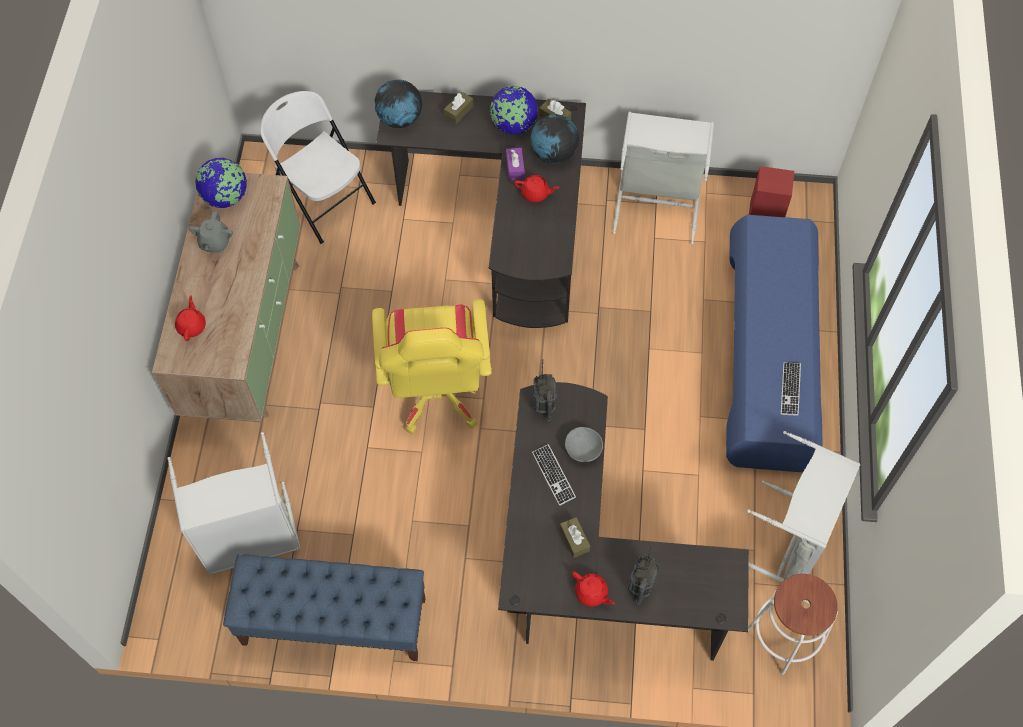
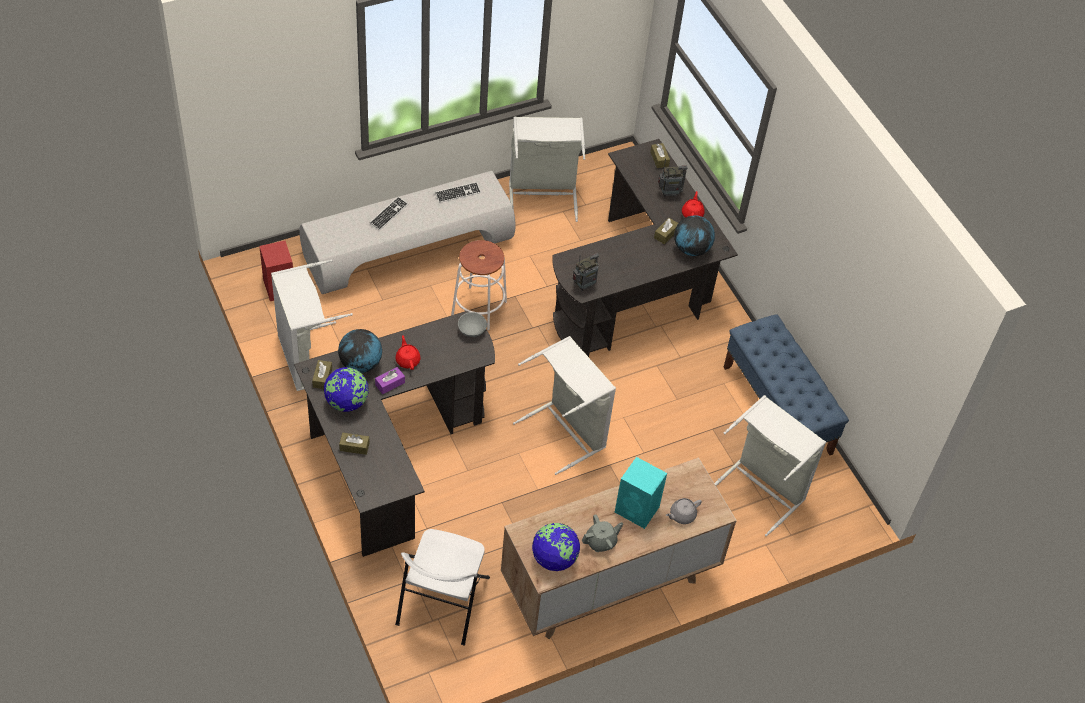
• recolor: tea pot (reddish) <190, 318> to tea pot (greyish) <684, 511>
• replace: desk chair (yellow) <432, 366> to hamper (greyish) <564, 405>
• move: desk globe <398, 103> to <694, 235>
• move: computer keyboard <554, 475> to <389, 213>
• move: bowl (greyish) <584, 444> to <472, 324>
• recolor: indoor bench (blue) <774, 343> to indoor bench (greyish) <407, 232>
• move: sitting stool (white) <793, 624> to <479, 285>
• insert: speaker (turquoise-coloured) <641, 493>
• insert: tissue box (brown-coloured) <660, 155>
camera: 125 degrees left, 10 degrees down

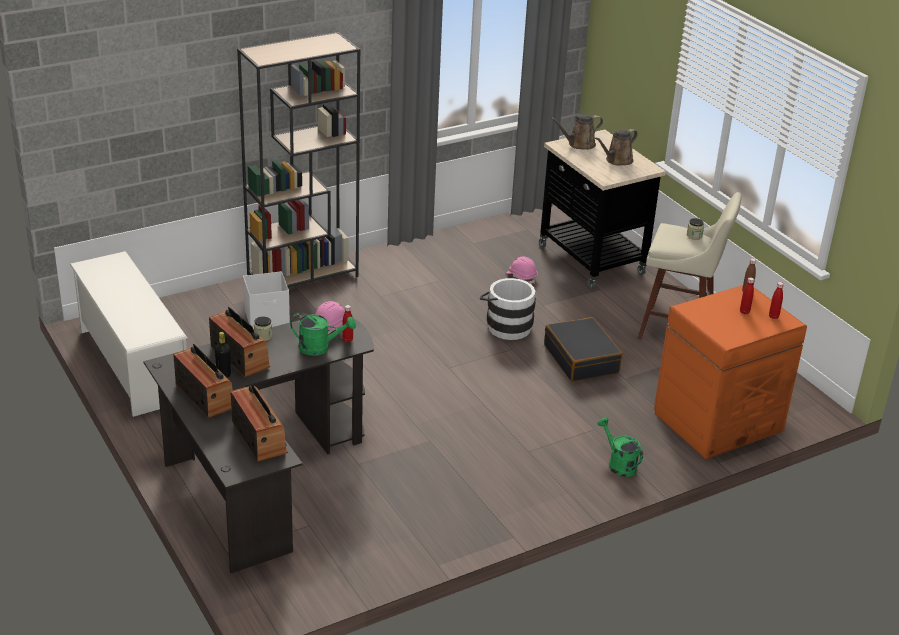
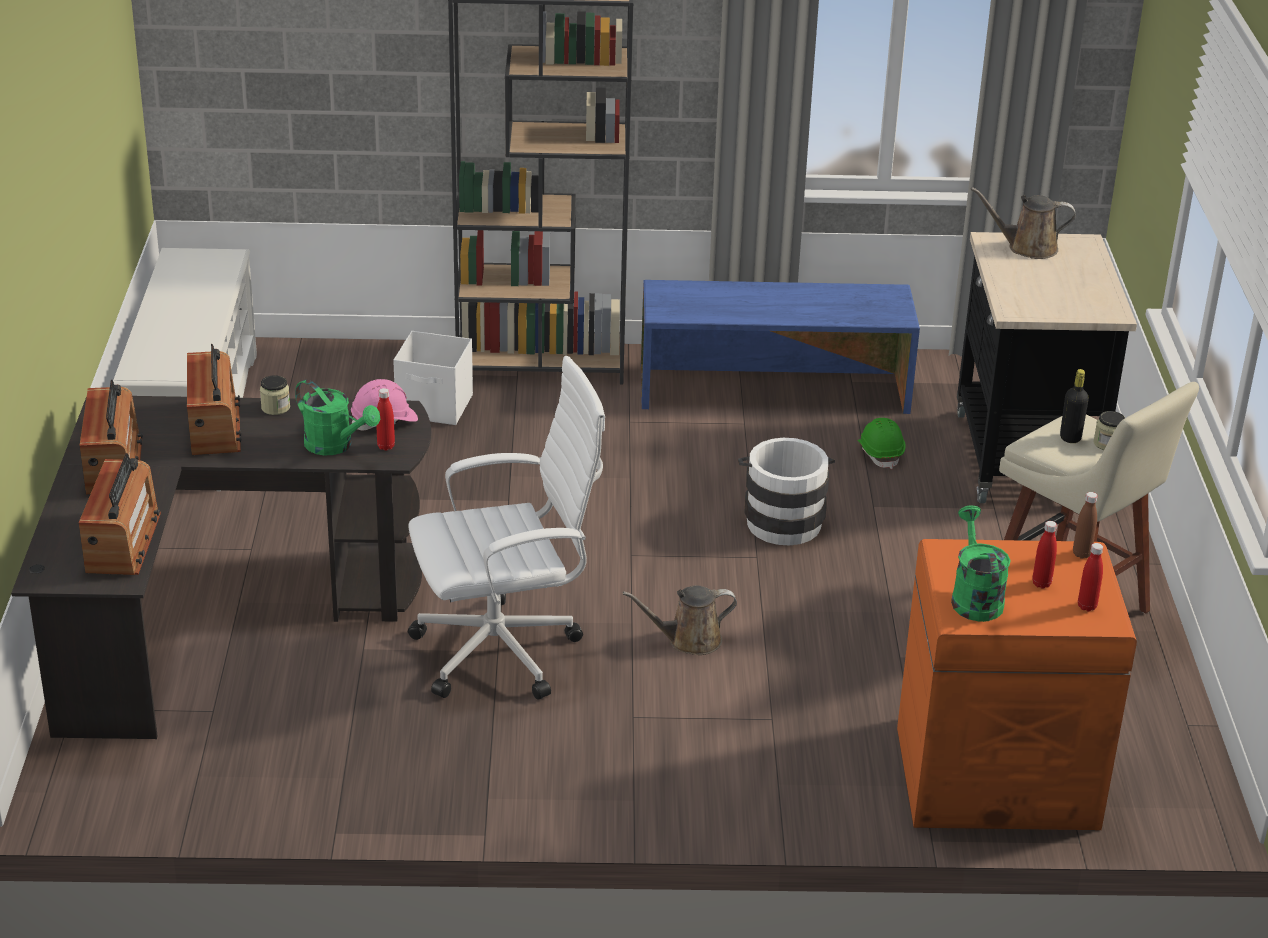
• move: bottle (blackish) <223, 355> to <1074, 406>
• recolor: safety helmet (pinkish) <522, 270> to safety helmet (green) <882, 443>
• delete: travel case (blackish) <583, 349>
• move: watering pot (brown-coloured) <616, 147> to <680, 620>
• move: watering pot (green) <620, 447> to <981, 563>
• insert: desk chair (white) <506, 528>
• insert: indoor bench (blue) <780, 347>
camera: 30 degrees right, 0 degrees up

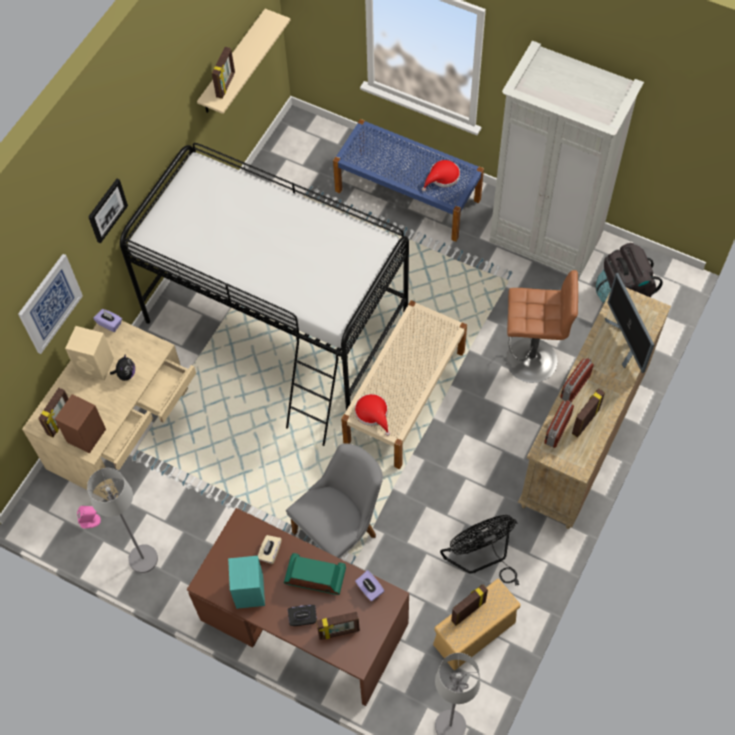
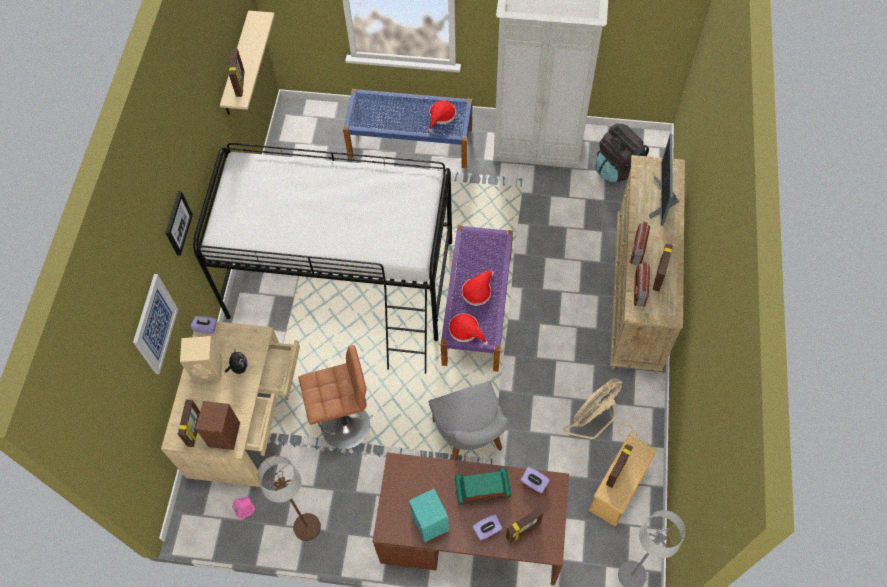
• recolor: floor lamp (greyish) <122, 520> to floor lamp (brown-coloured) <289, 498>
• delete: tissue box (sand-coloured) <270, 549>
• rotate: plain chair (greyish) <334, 500> = <468, 420> 135 degrees clockwise
• recolor: tissue box (blackish) <302, 615> to tissue box (purple) <487, 527>
• recolor: indoor bench (sand-coloured) <404, 384> to indoor bench (purple) <477, 298>
• recolor: electric fan (blackish) <479, 550> to electric fan (sand-coloured) <600, 408>
• move: sitting stool (brown-coloured) <542, 326> to <334, 397>
• rotate: monitor <629, 323> = <664, 180> 45 degrees clockwise
• insert: hat (reddish) <478, 288>
camera: 20 degrees left, 0 degrees up

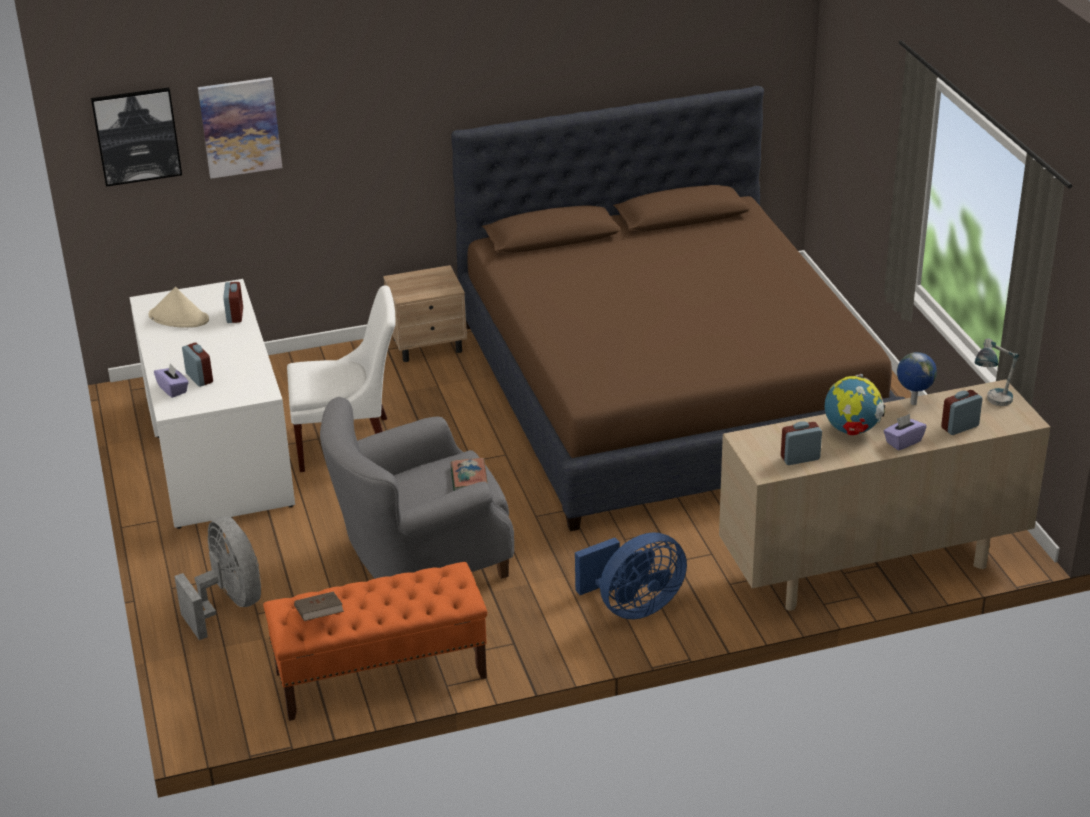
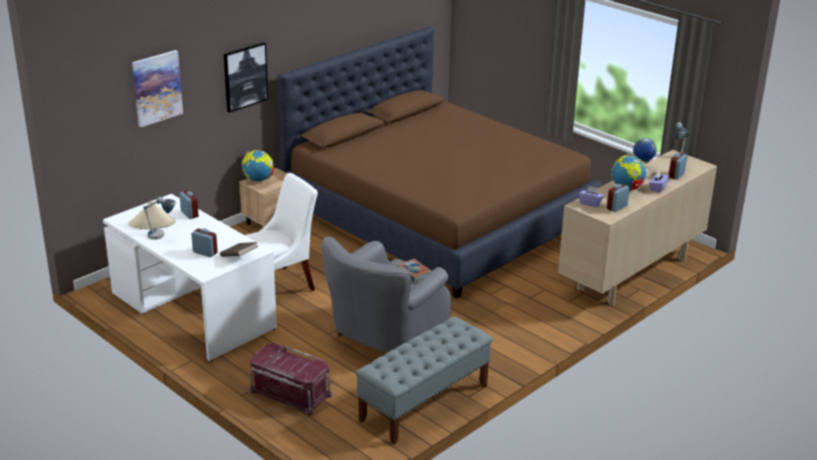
• move: wall art <136, 137> to <246, 77>
• move: tissue box (purple) <171, 380> to <591, 196>
• replace: electric fan (greyish) <217, 578> to storage bin (reddish) <291, 379>
• recolor: indoor bench (orange) <375, 641> to indoor bench (greyish) <424, 380>
• move: volume (brown-coloured) <319, 606> to <239, 249>
• delete: electric fan (blue) <631, 576>
• insert: tabletop lamp <159, 218>
• insert: desk globe <258, 166>
camera: 30 degrees left, 5 degrees down

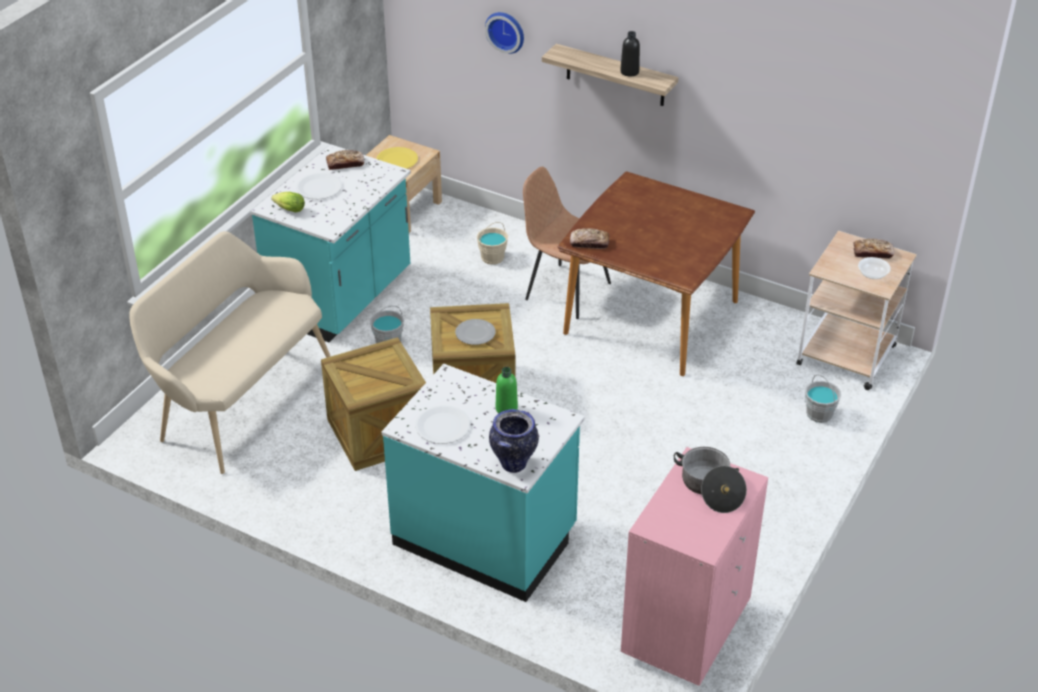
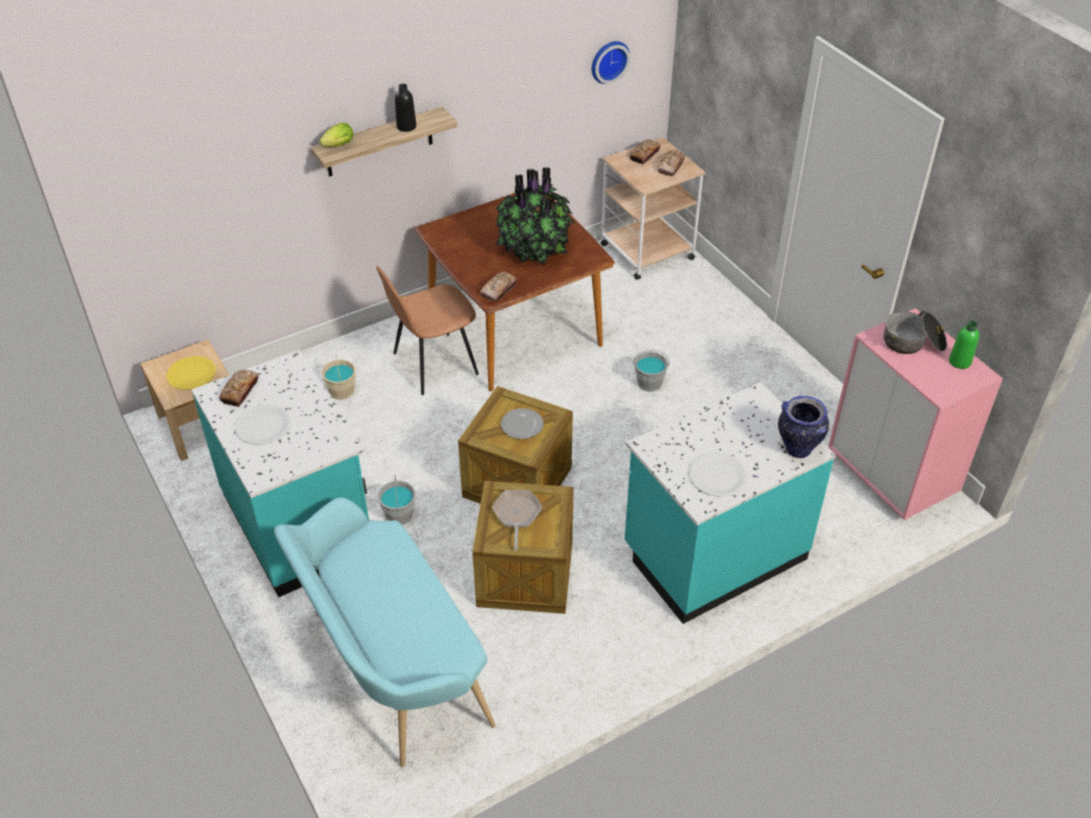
• recolor: indoor bench (sand-coloured) <230, 352> to indoor bench (turquoise-coloured) <385, 632>
• move: lettuce <288, 202> to <336, 135>
• move: hanging clock <504, 33> to <611, 62>
• move: bottle (green) <507, 390> to <964, 345>
• move: pail (greyish) <823, 398> to <651, 371>
• replace: bowl <874, 268> to bread <671, 163>
• insert: skillet <517, 520>
• insert: plant in a pot <536, 216>
camera: 60 degrees left, 5 degrees up

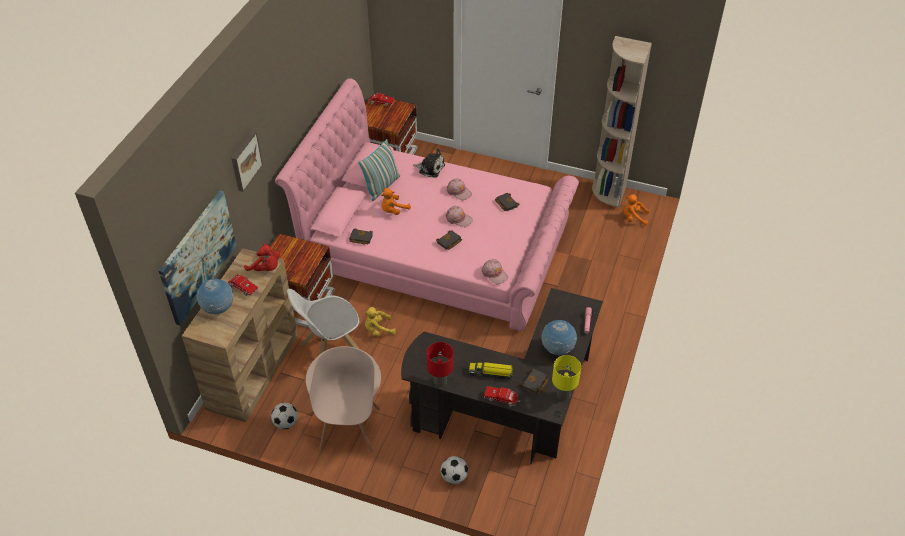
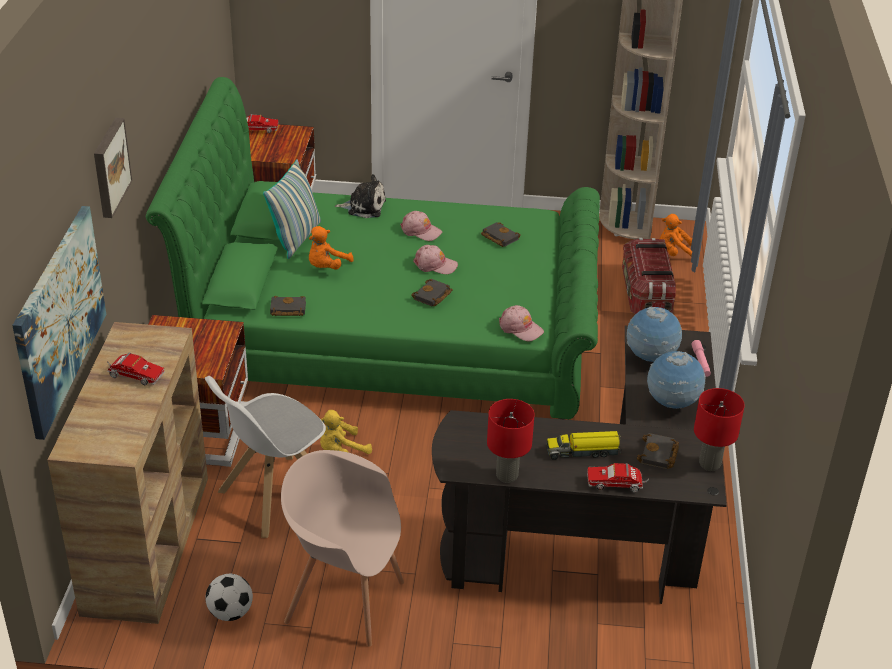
• move: desk globe <215, 296> to <654, 334>
• delete: soft toy (reddish) <262, 257>
• recolor: bedroom bed (pinkish) <427, 204> to bedroom bed (green) <373, 248>
• rotate: plain chair (sand-coloured) <343, 399> = <342, 548> 60 degrees counterclockwise
• delete: football ball <454, 470>
• recolor: tabletop lamp (yellow) <566, 378> to tabletop lamp (reddish) <719, 429>
• insert: storage bin <649, 276>
camera: 15 degrees left, 10 degrees down

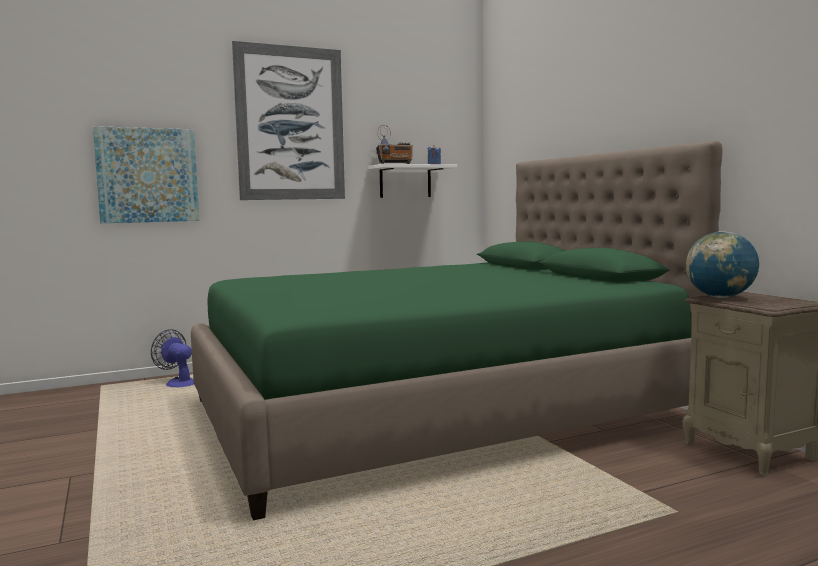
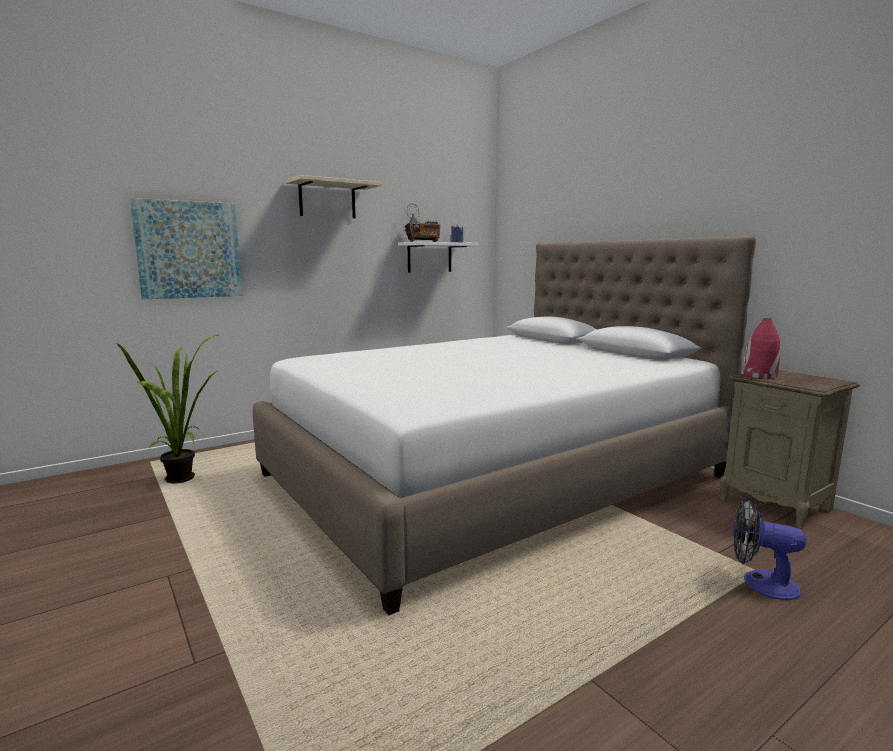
• move: electric fan <172, 358> to <769, 549>
• recolor: bedroom bed (green) <456, 330> to bedroom bed (white) <504, 425>
• replace: wall art <288, 120> to bracket shelf (sand-coloured) <334, 196>
• replace: desk globe <722, 264> to flower vase (reddish) <762, 348>
• insert: plant in a pot <168, 408>
camera: 10 degrees left, 5 degrees up

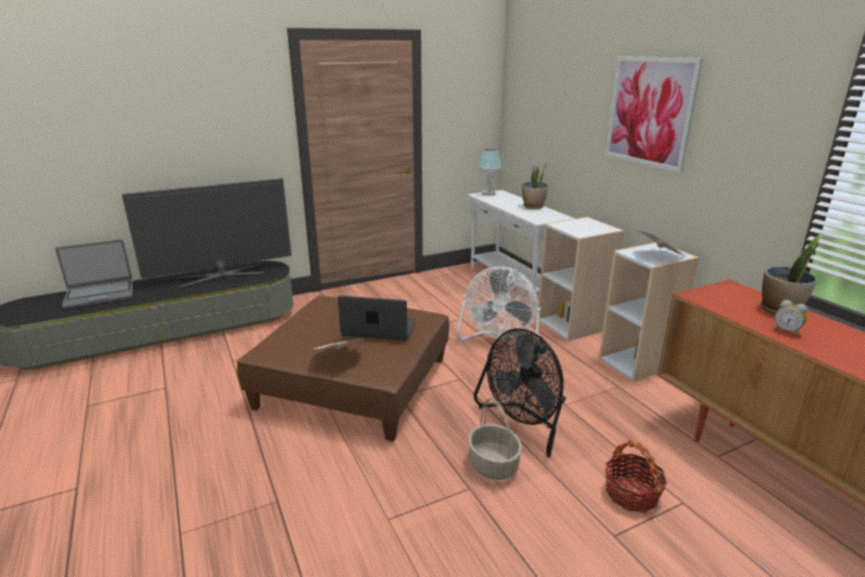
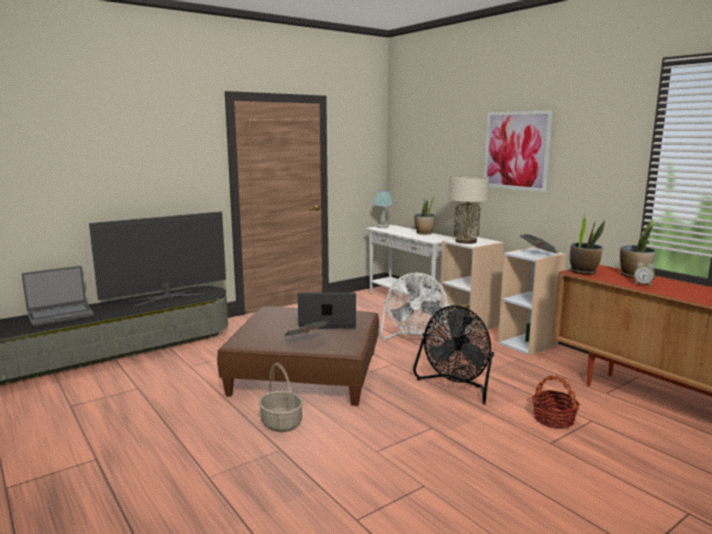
• move: household basket <495, 439> to <281, 397>
• insert: tabletop lamp <468, 210>
• insert: plant in a pot <587, 245>
camera: 10 degrees left, 10 degrees down

